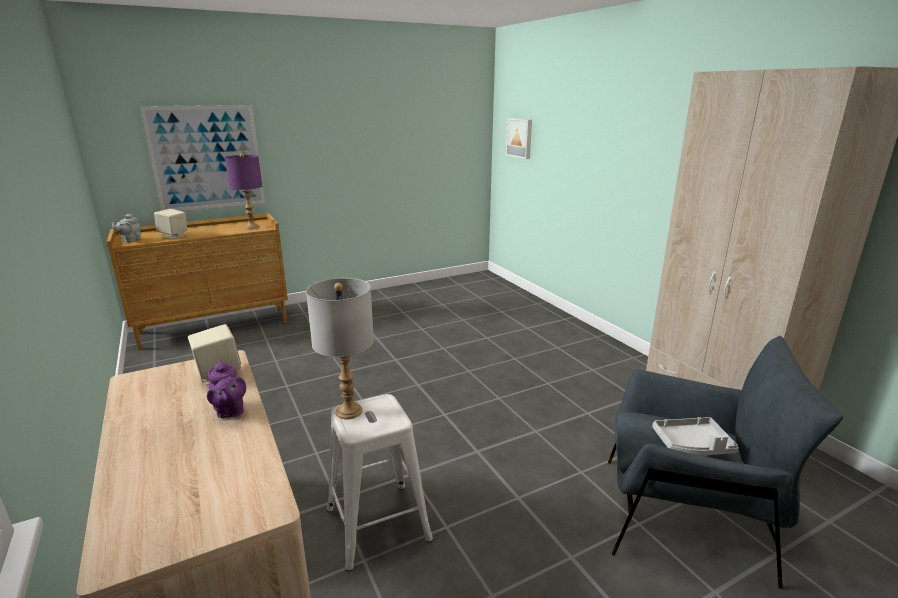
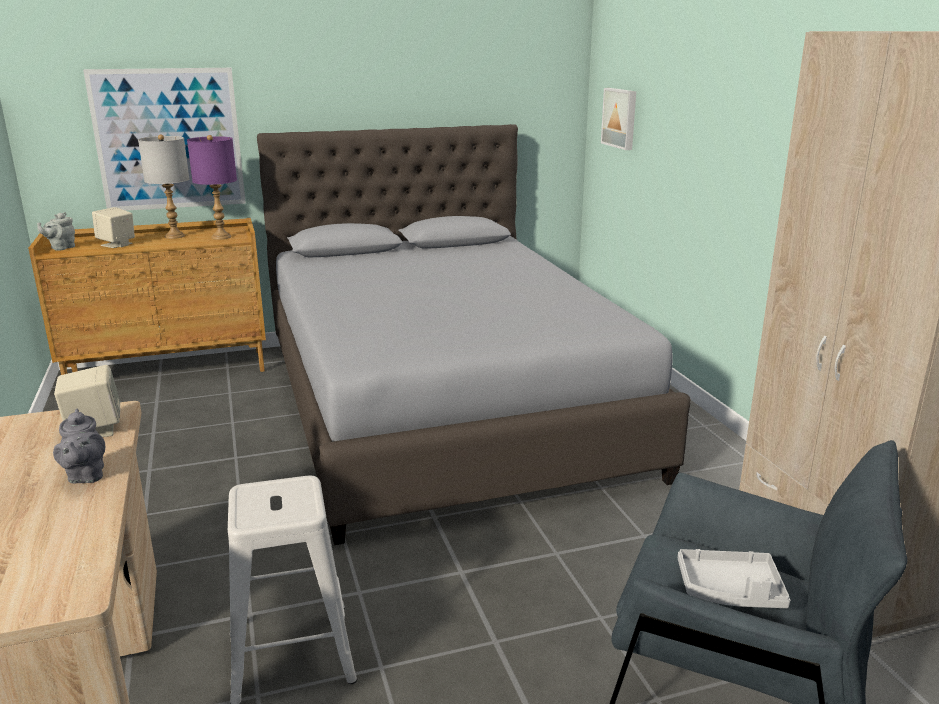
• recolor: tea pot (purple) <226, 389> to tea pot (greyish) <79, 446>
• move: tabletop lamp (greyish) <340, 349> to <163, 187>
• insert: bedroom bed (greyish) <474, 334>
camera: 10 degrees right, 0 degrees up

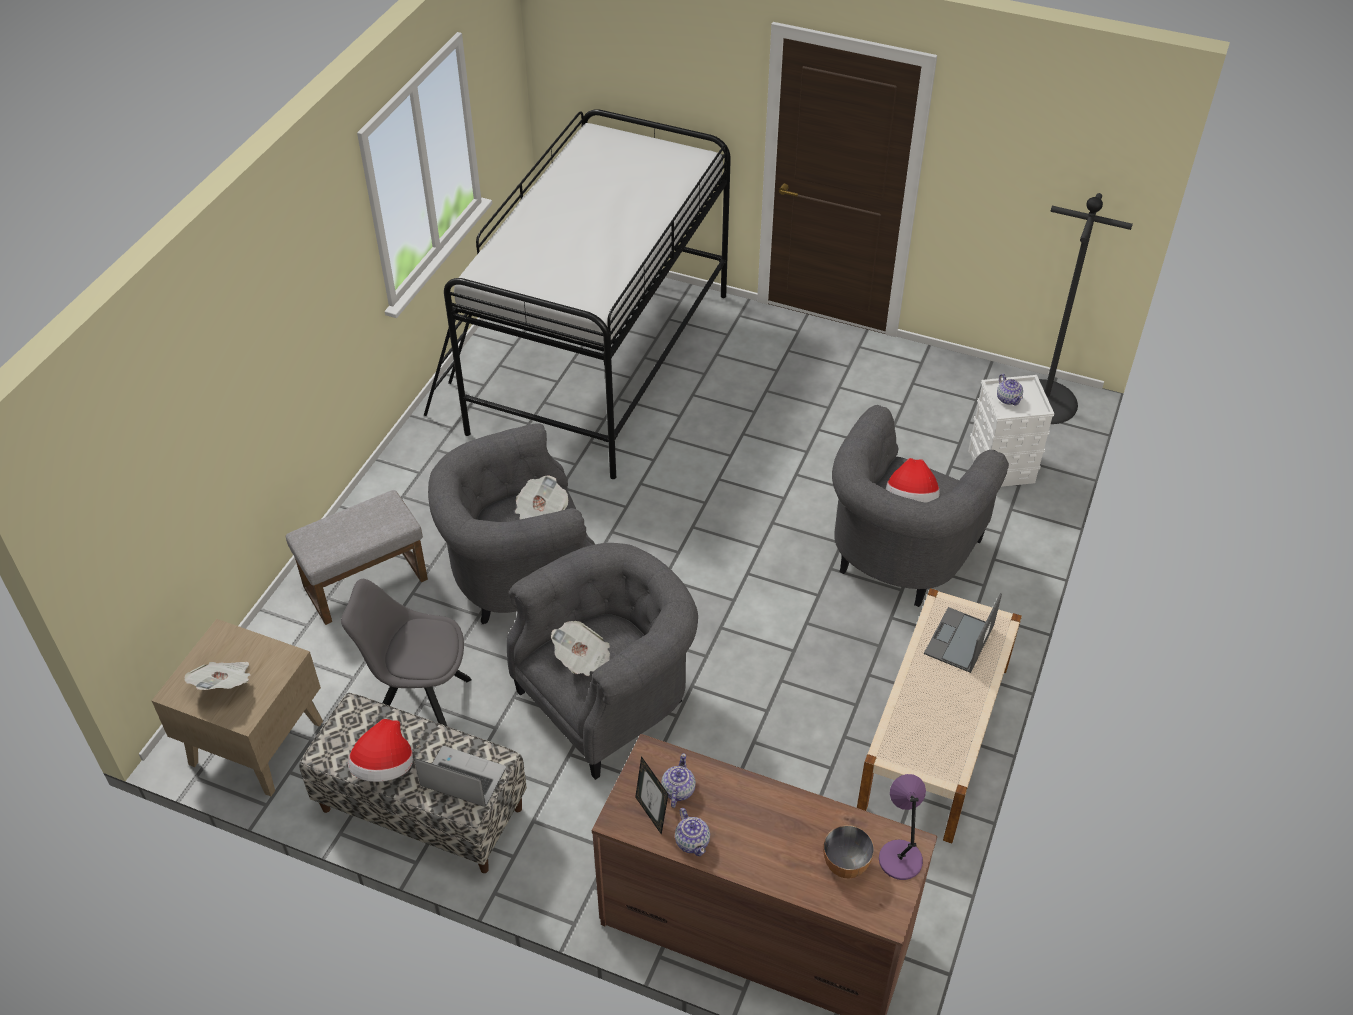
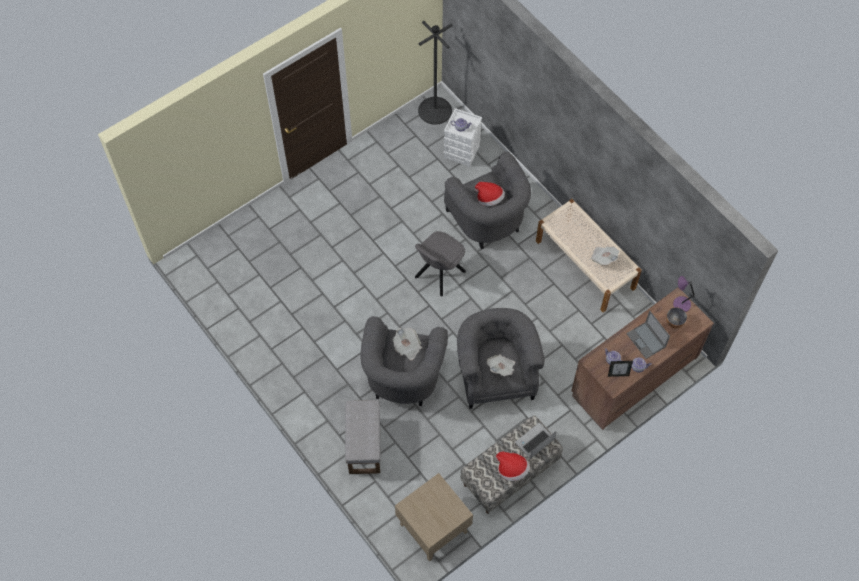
• move: newspaper <218, 676> to <605, 255>
• move: plain chair (greyish) <406, 653> to <440, 263>
• delete: bedroom bed (blackish) <577, 294>
• move: portable computer <963, 633> to <648, 335>
camera: 60 degrees left, 15 degrees up

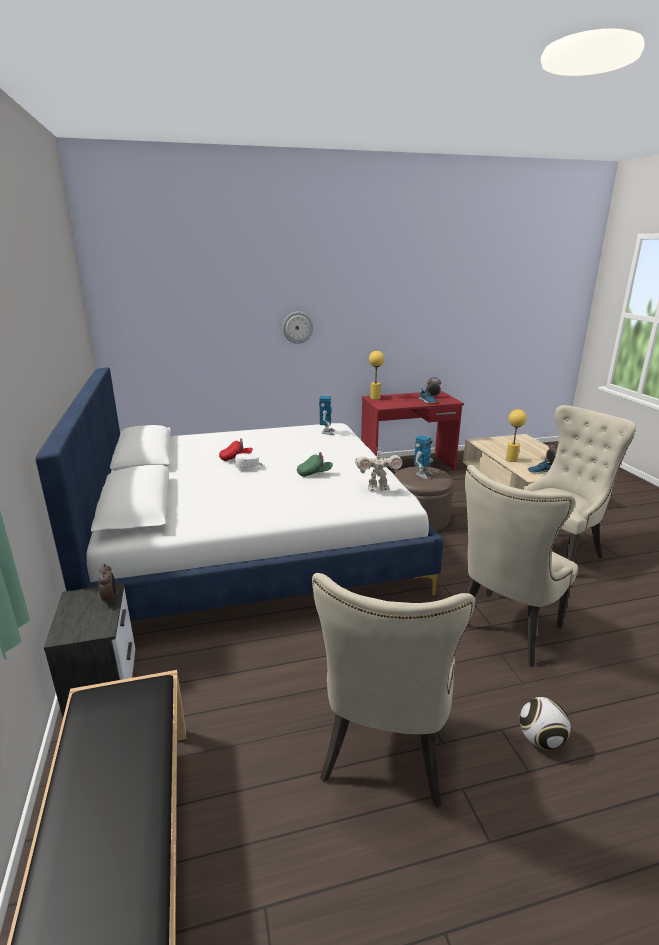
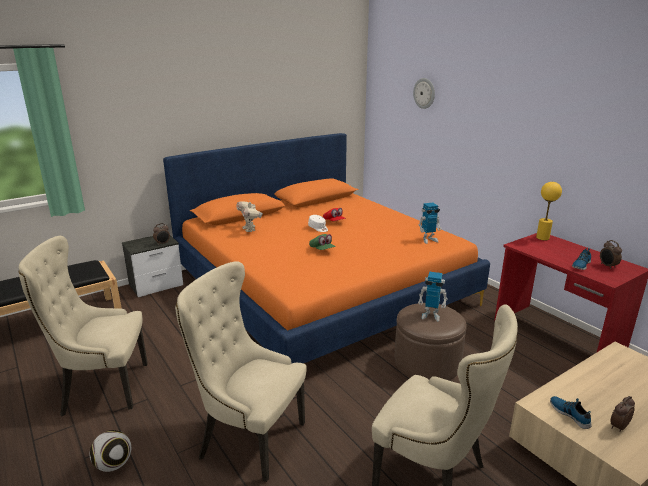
• recolor: bedroom bed (white) <240, 494> to bedroom bed (orange) <326, 248>
• move: hanging clock <298, 327> to <424, 93>
• move: robot figure <379, 469> to <249, 216>
• delete: tabletop lamp (yellow) <516, 435>
camera: 70 degrees right, 0 degrees up

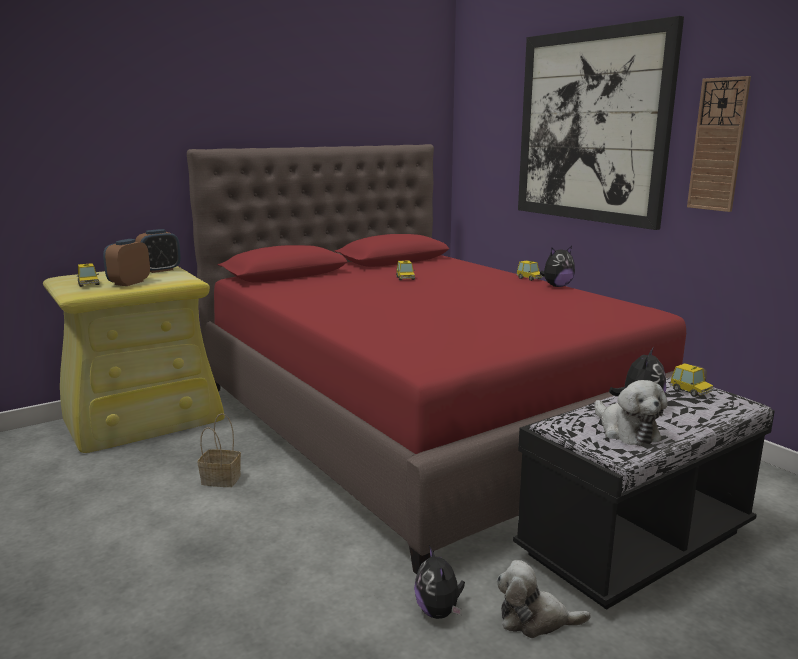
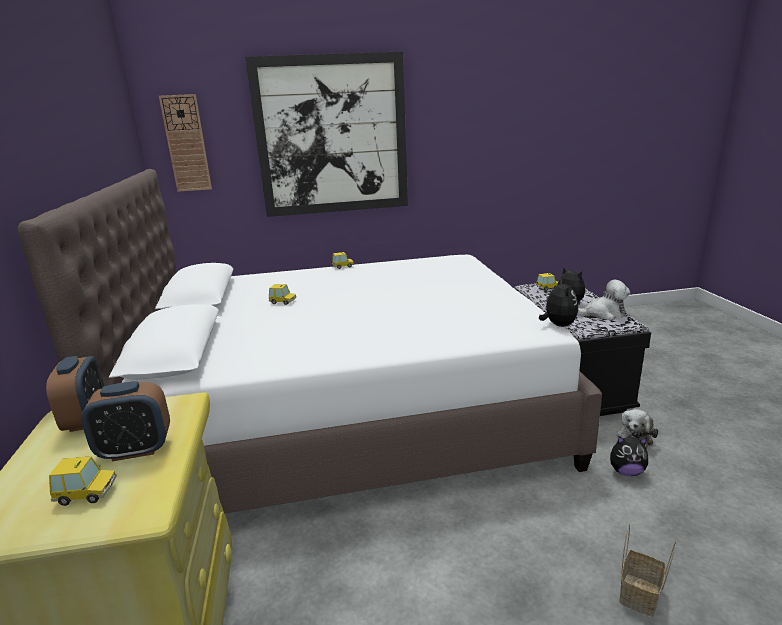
• rotate: alarm clock <126, 262> = <125, 421> 60 degrees counterclockwise
• recolor: bedroom bed (reddish) <447, 359> to bedroom bed (white) <310, 341>
• move: household basket <219, 450> to <648, 570>
• move: soft toy <557, 266> to <558, 303>
• move: hanging clock <719, 144> to <185, 143>
camera: 65 degrees left, 5 degrees up

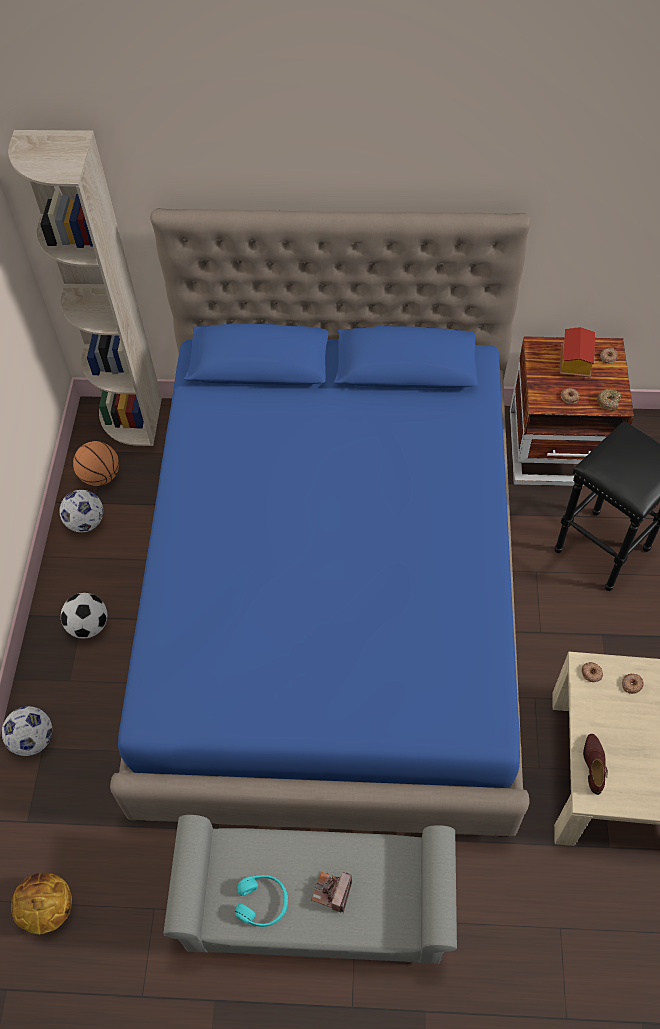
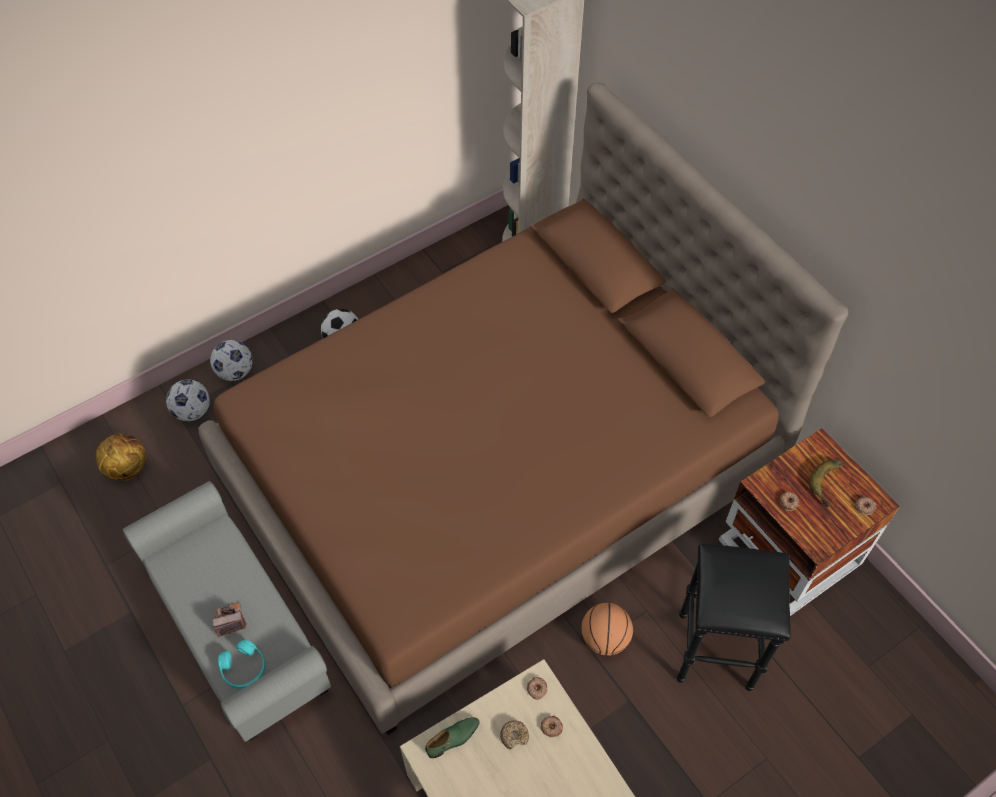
• move: football ball <81, 511> to <188, 400>
• move: ball for basketball <96, 463> to <607, 629>
• recolor: bedroom bed (blue) <320, 522> to bedroom bed (brown-coloured) <523, 408>
• move: headphones (turquoise-coloured) <261, 901> to <241, 664>
• replace: toy house <577, 352> to banana <826, 483>
• recolor: shoe (brown-coloured) <595, 764> to shoe (green) <452, 737>
• move: doughnut <609, 400> to <514, 735>
camera: 50 degrees right, 0 degrees up

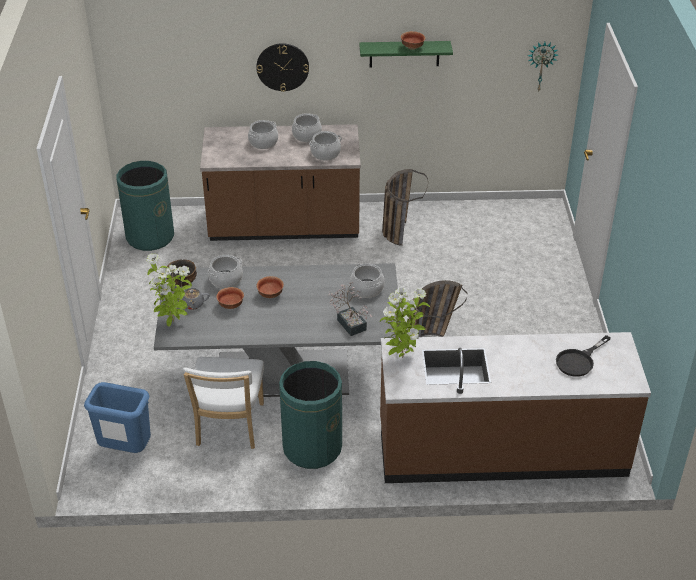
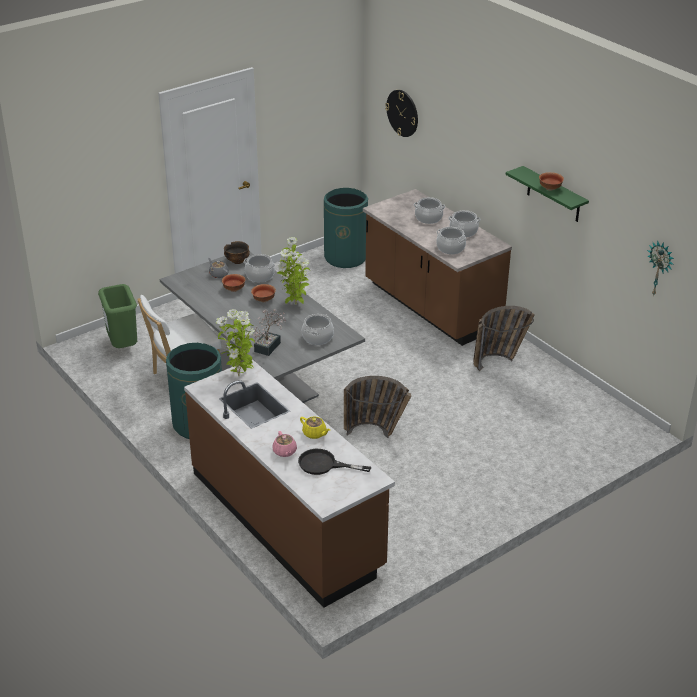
• recolor: rubbish bin (blue) <117, 417> to rubbish bin (green) <117, 316>
• move: plant in a pot <169, 290> to <293, 270>
• move: hanging clock <282, 67> to <401, 113>
• insert: tea pot (pinkish) <284, 444>
• insert: tea pot (yellow) <315, 427>
camera: 55 degrees right, 5 degrees down

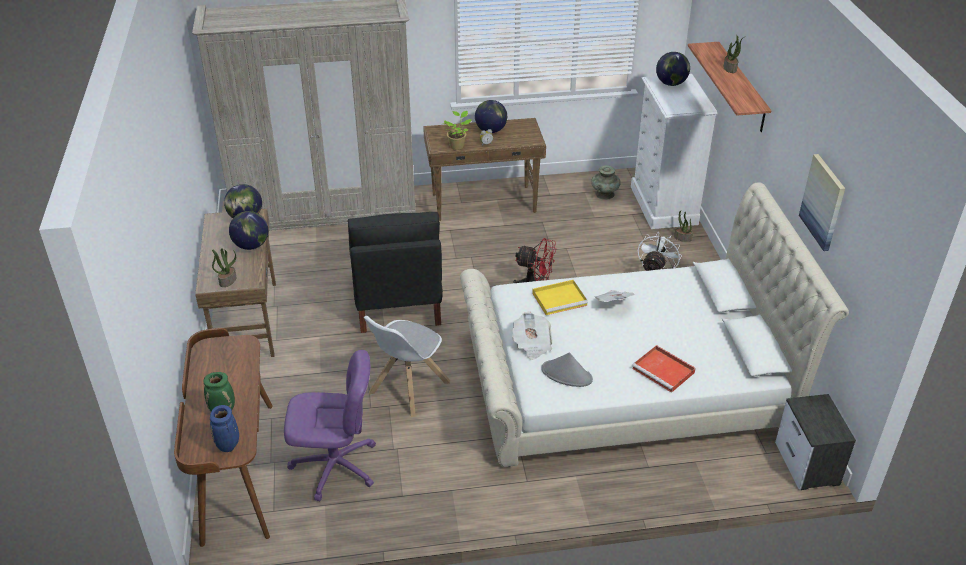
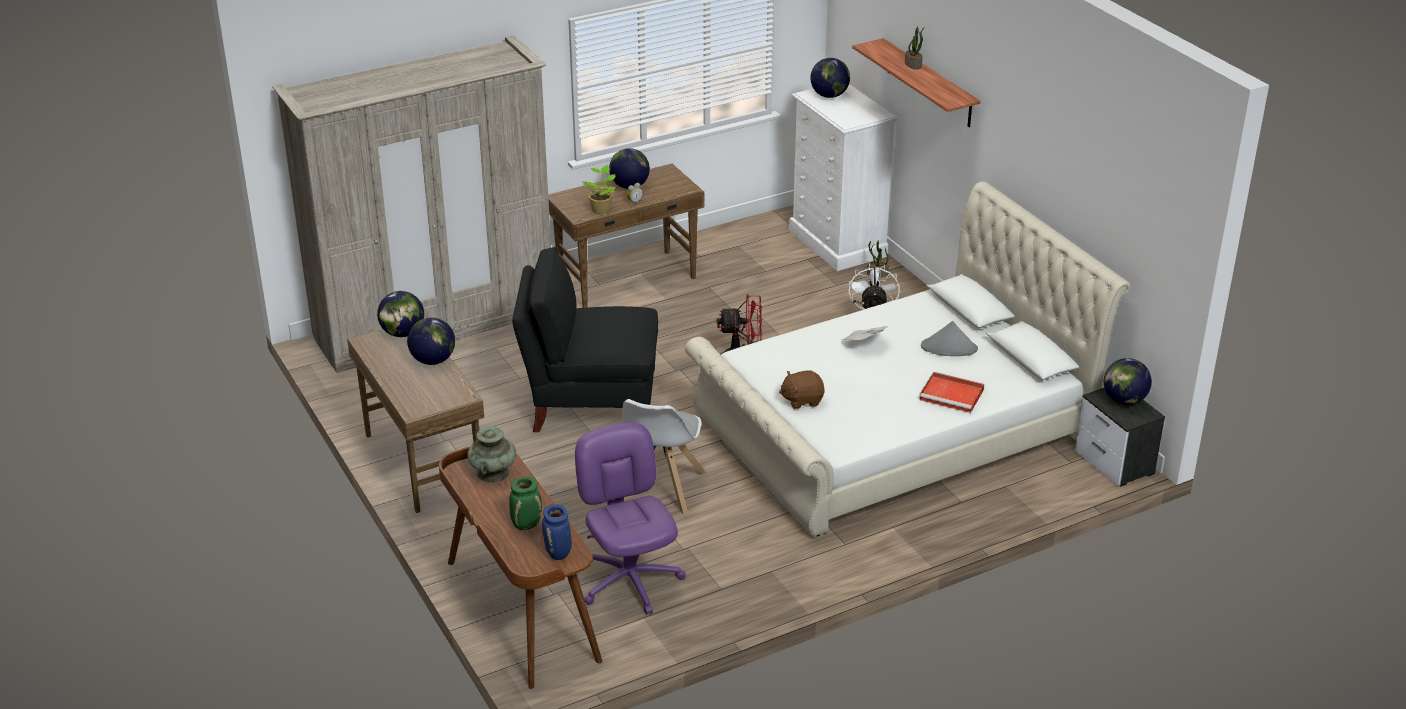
• delete: plant in a pot <224, 267>
• rotate: desk chair (purple) <330, 425> = <630, 518> 90 degrees counterclockwise
• rotate: lounge chair (blackish) <395, 272> = <585, 339> 120 degrees clockwise
• replace: newspaper <532, 336> to soft toy (brown-coloured) <802, 389>
• delete: serving tray (yellow) <560, 297>
• move: hat (greyish) <567, 369> to <949, 338>
• move: flower vase (turquoise-coloured) <606, 182> to <491, 454>
• delete: wall art <822, 202>
• insert: desk globe <1128, 381>
camera: 20 degrees left, 5 degrees down

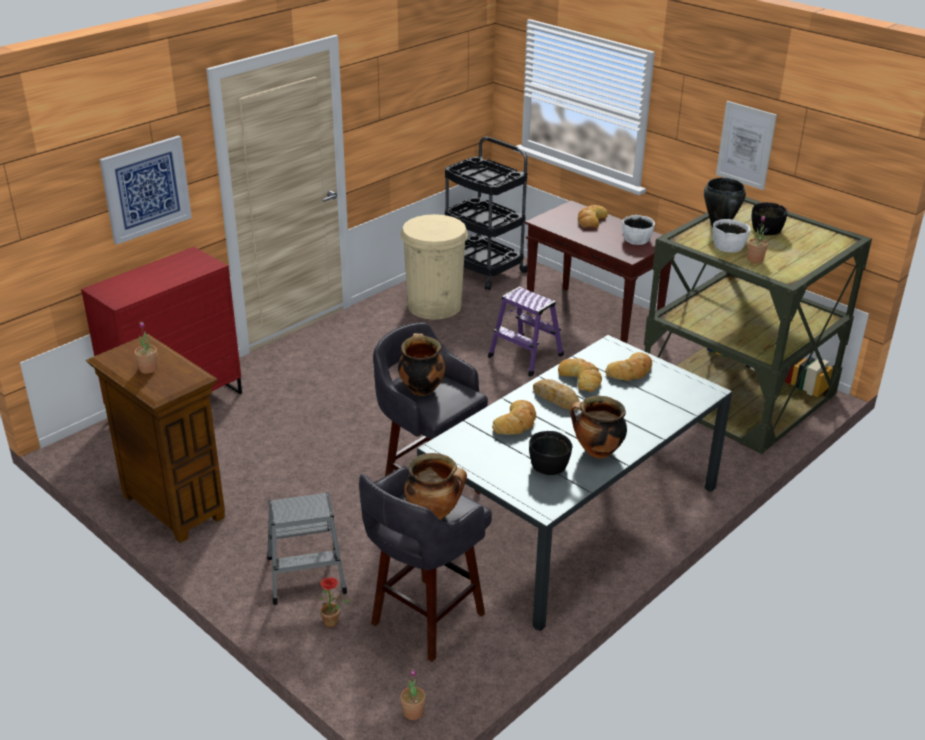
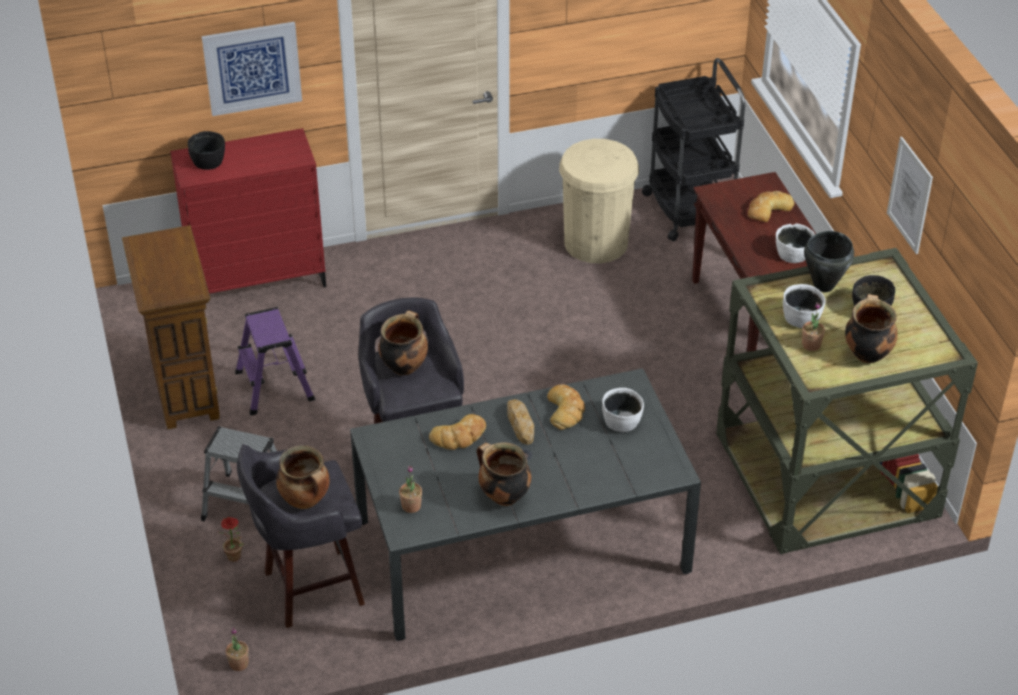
• move: plant in a pot <146, 348> to <410, 489>
• move: step ladder (purple) <526, 331> to <275, 361>
• move: bowl (blackish) <550, 453> to <206, 150>
• replace: bread <628, 366> to bowl (white) <623, 410>
• insert: stockpot <871, 328>
camera: 30 degrees right, 10 degrees up

